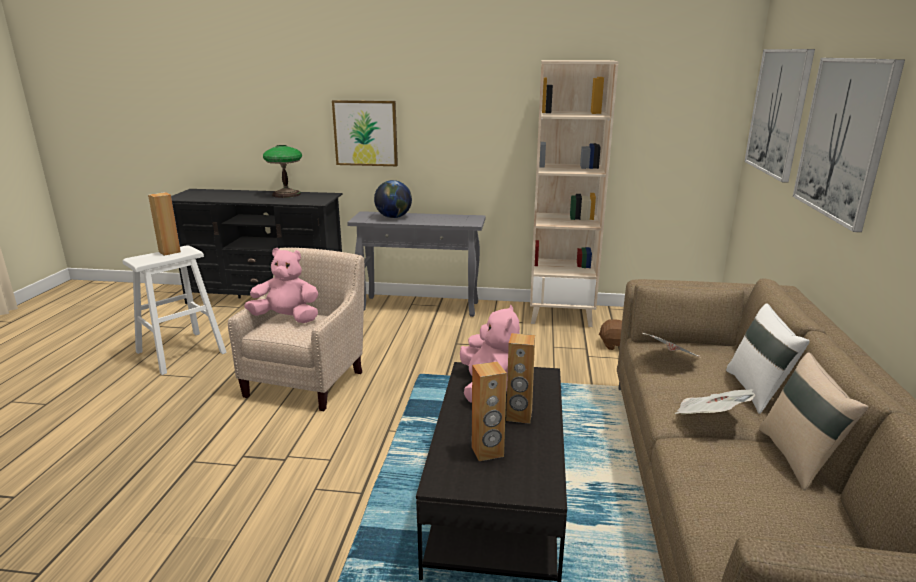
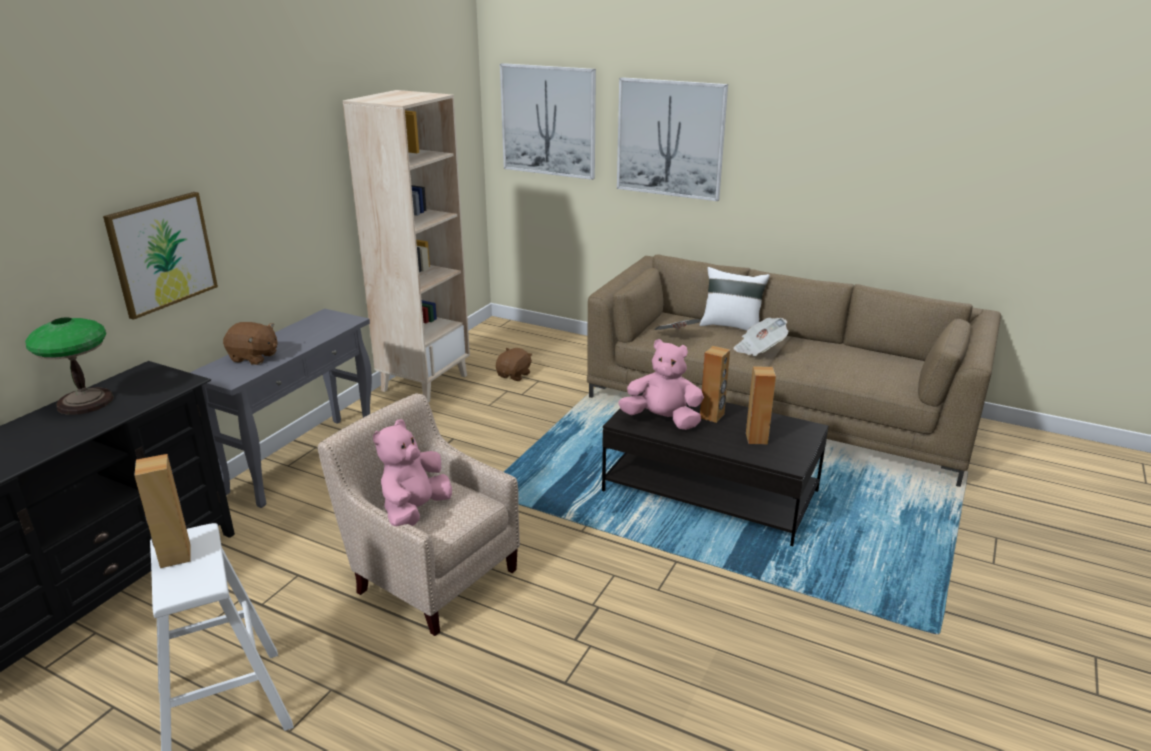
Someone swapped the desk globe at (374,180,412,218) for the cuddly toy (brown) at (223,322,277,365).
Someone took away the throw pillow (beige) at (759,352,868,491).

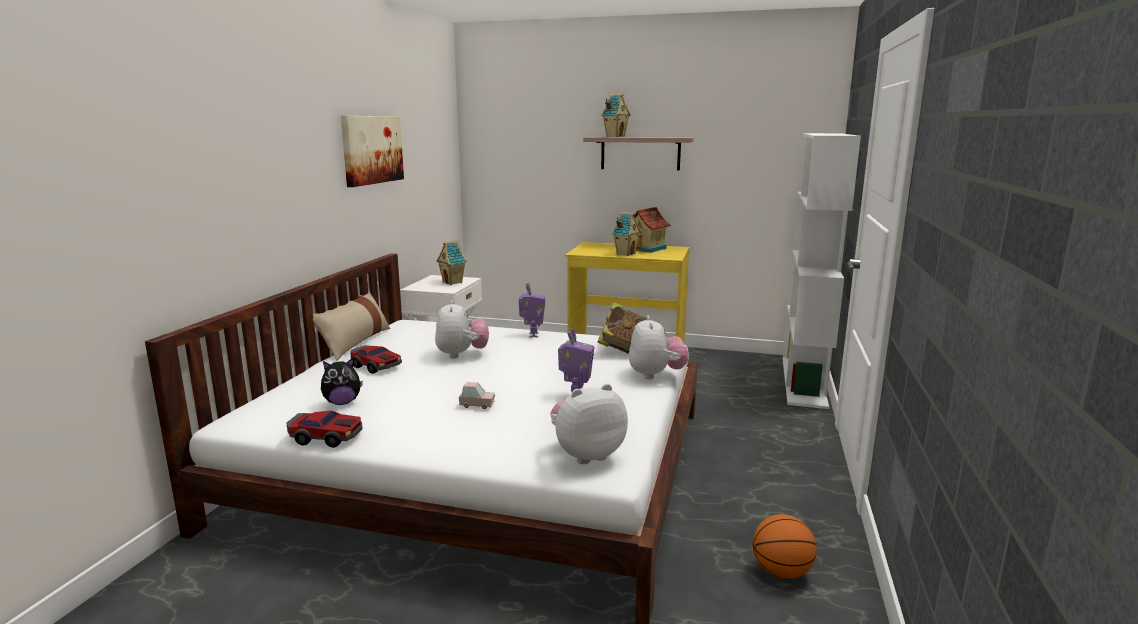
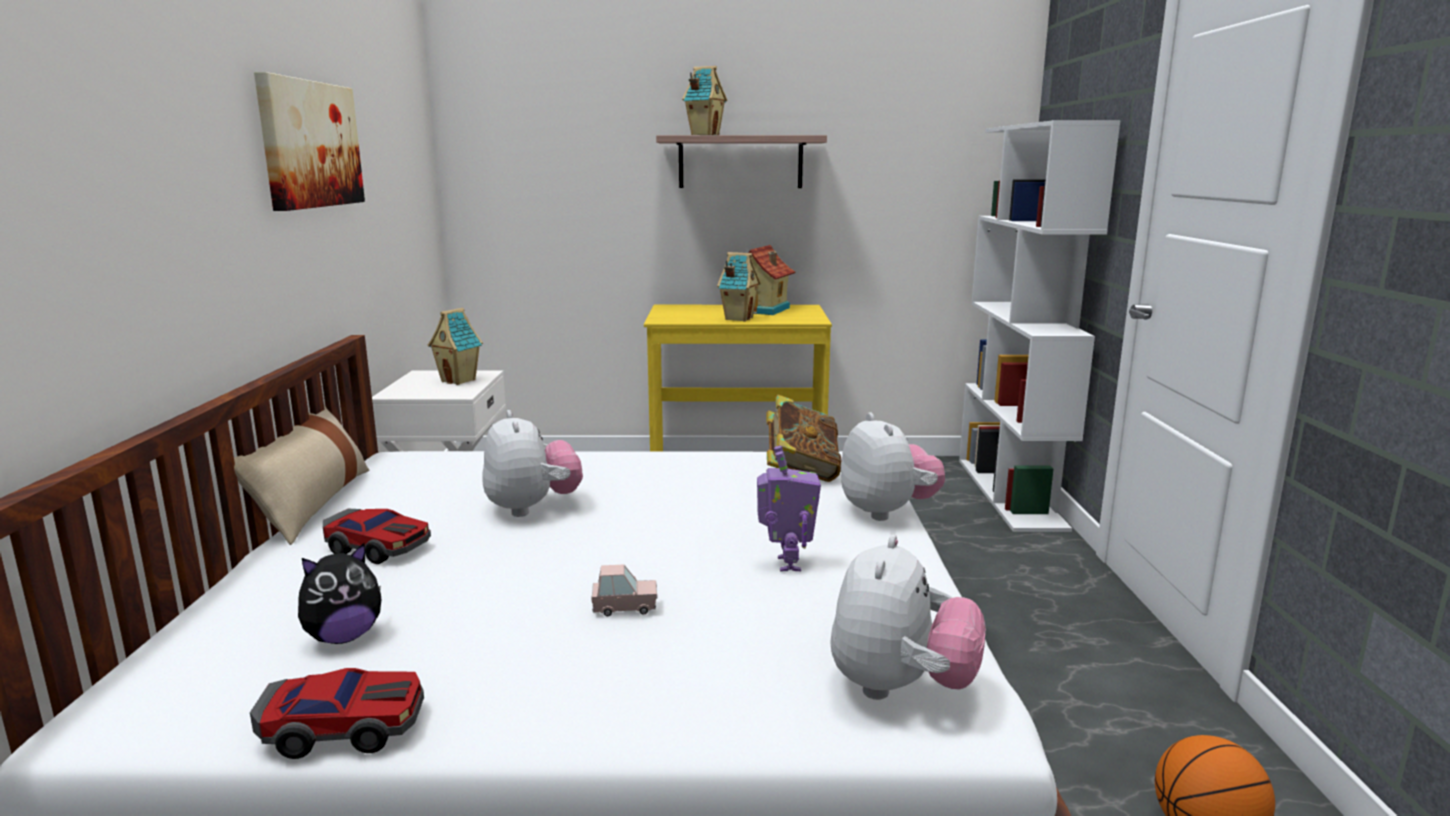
Someone took away the model robot at (519,283,545,338).
Someone rotated the cuddly toy at (550,384,628,464) by 150 degrees clockwise.

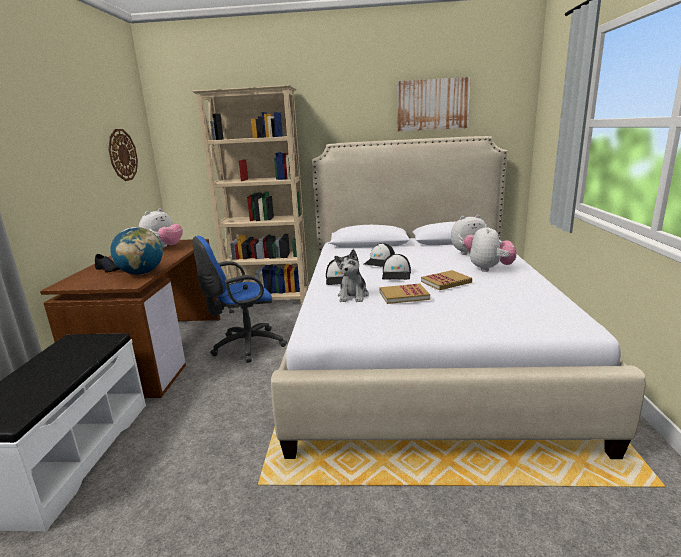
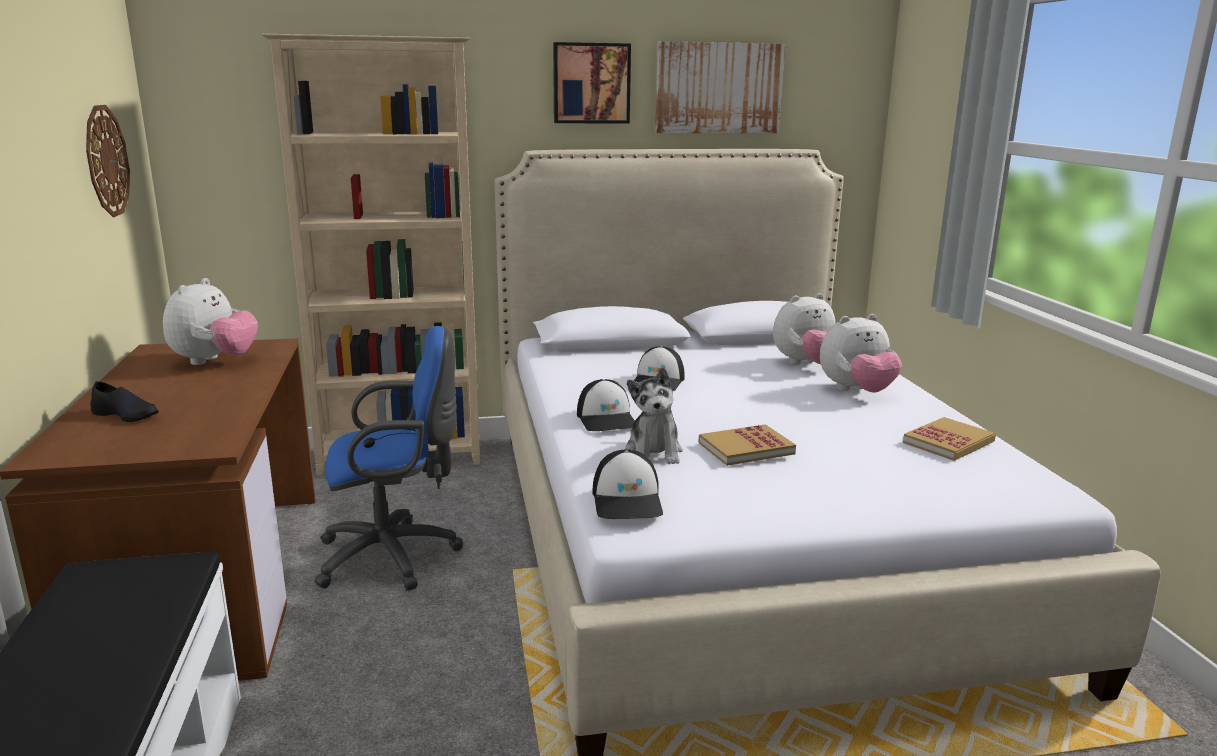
Someone rotated the cuddly toy at (470,224,516,272) by 75 degrees clockwise.
Someone took away the desk globe at (110,227,163,275).
Someone rotated the desk chair (blue-coloured) at (193,236,287,363) by 150 degrees counterclockwise.
Someone carried the cap from (382,254,411,280) to (592,450,663,519).
Someone carried the book from (421,270,472,290) to (903,417,996,461).
Someone put up the wall art at (553,42,631,123).

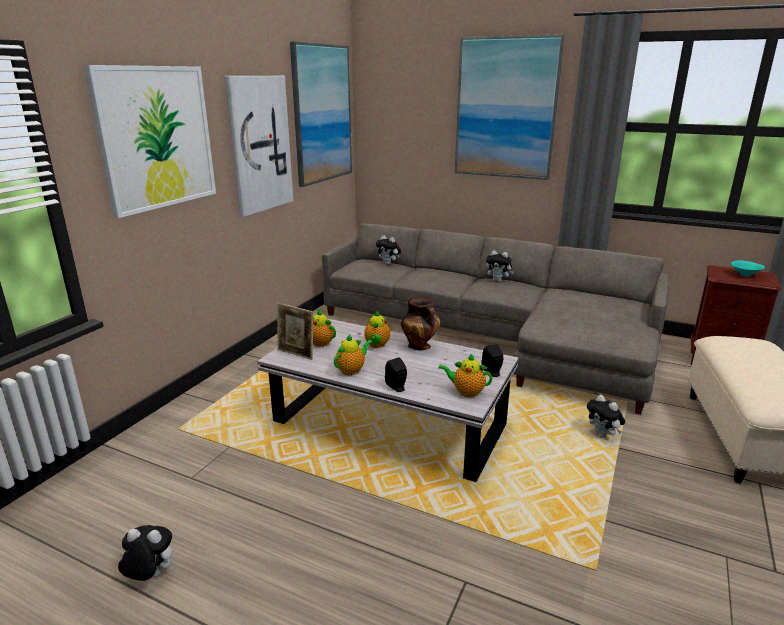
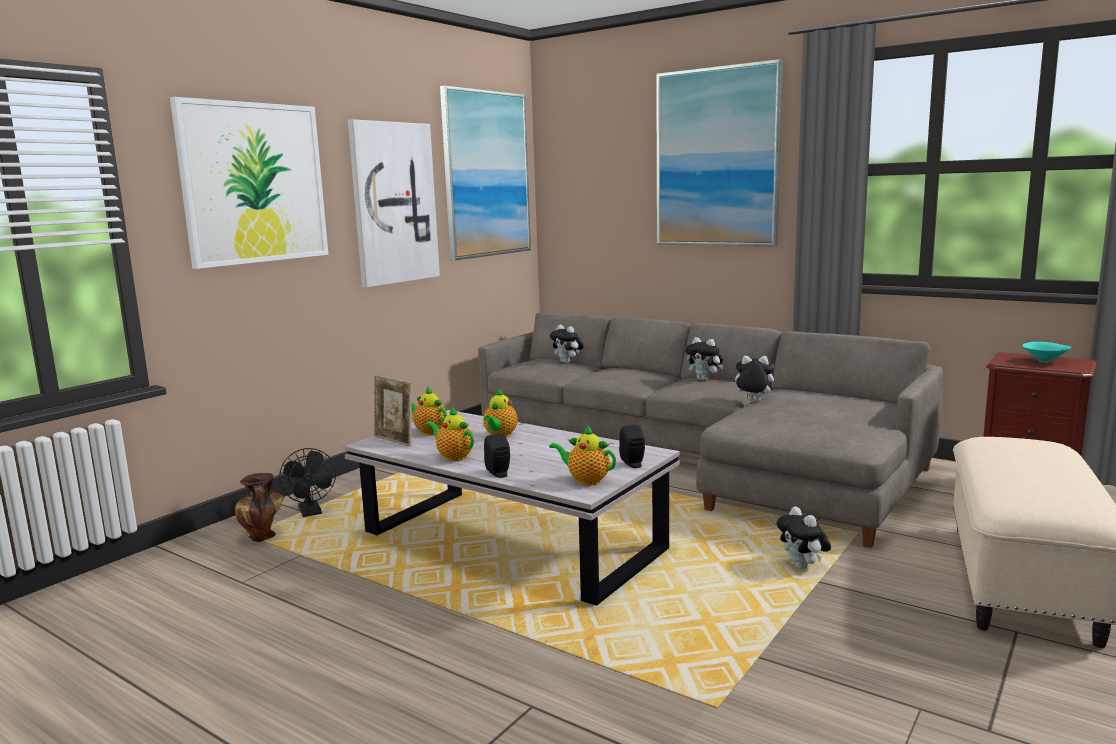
Someone carried the flower vase from (401,297,440,351) to (235,473,284,542).
Someone rotated the teapot at (334,334,373,375) by 105 degrees counterclockwise.
Someone carried the cuddly toy from (118,525,172,581) to (730,356,774,401).
Someone put down the cooling fan (black-coloured) at (279,448,336,517).

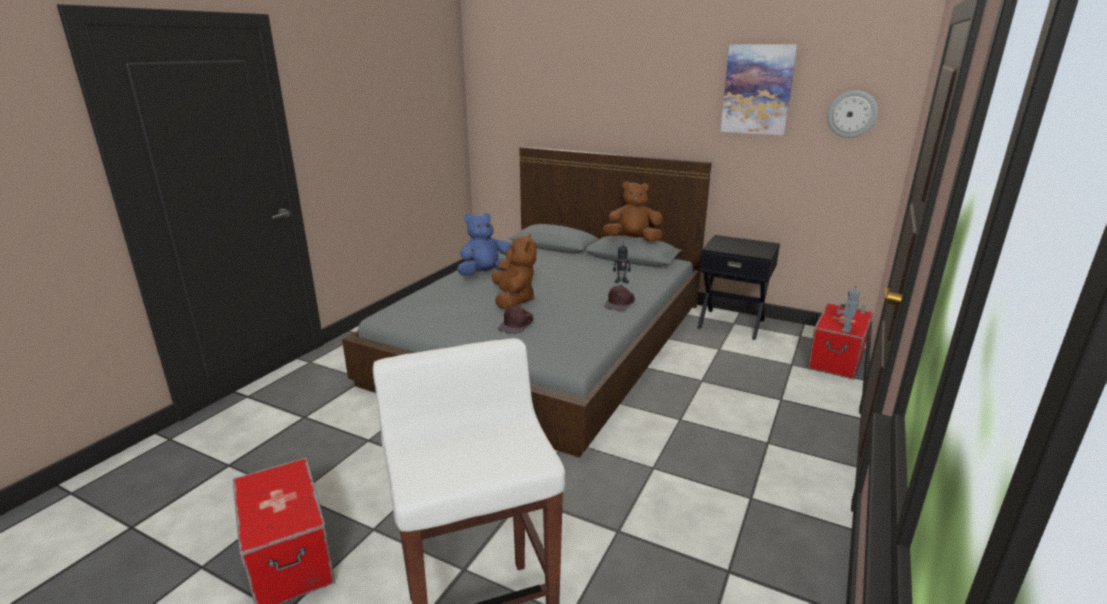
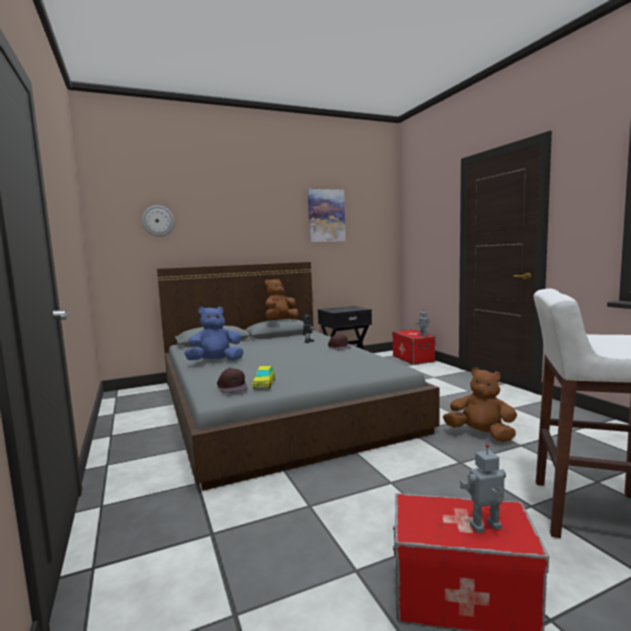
Someone carried the wall clock from (827,90,878,138) to (142,205,175,237).
Someone rotated the cuddly toy (blue-coloured) at (457,213,511,275) by 60 degrees clockwise.
Someone carried the cuddly toy (brown) from (492,233,536,309) to (443,367,517,442).
Someone carried the cap (brown) from (498,305,533,334) to (217,368,248,393).
Someone put down the toy car at (252,366,275,389).
Someone put down the model robot at (460,444,506,533).

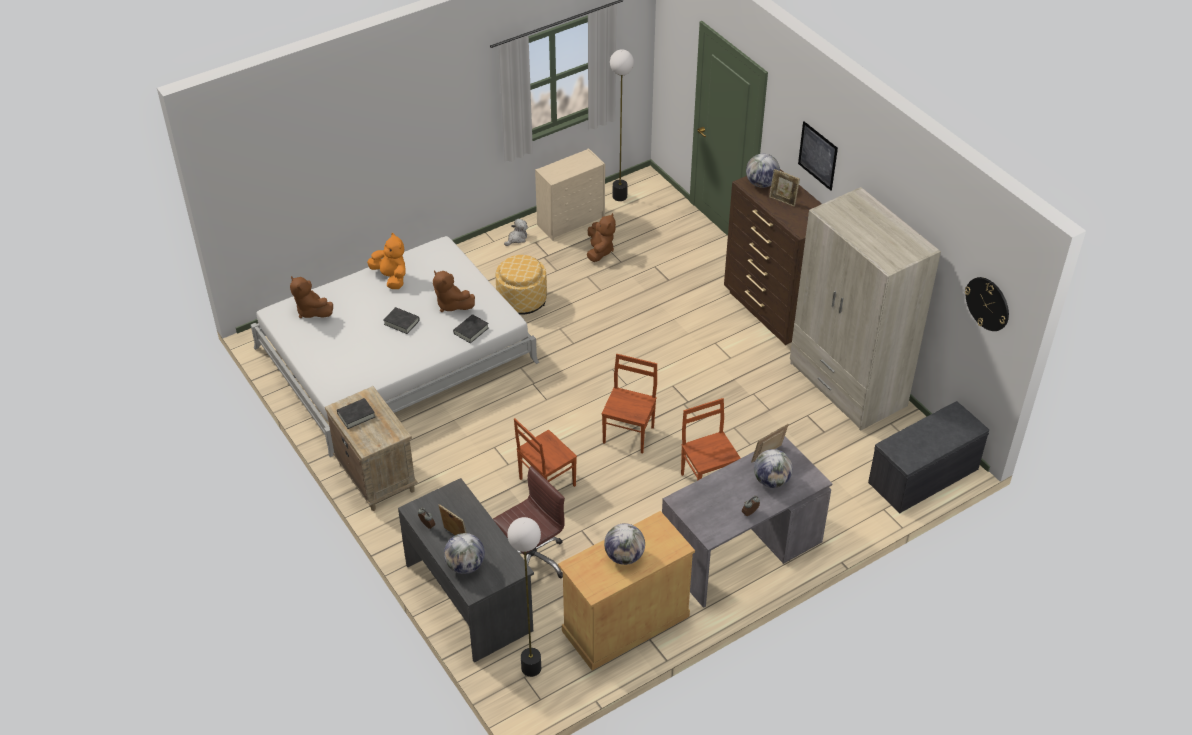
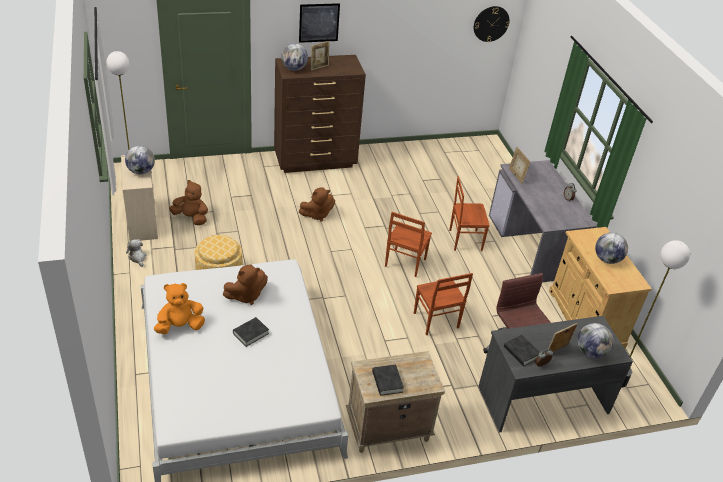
Someone took away the clothes cupboard (beige) at (790,187,941,431).
Someone carried the cuddly toy (brown) from (290,276,333,318) to (299,188,335,222).
Someone carried the book (black-coloured) from (453,314,489,343) to (504,335,540,366).
Someone rotated the plain chair (brown) at (602,354,657,453) by 105 degrees counterclockwise.
Someone took away the indoor bench (gray) at (868,401,989,513).
Someone carried the desk globe from (754,449,793,488) to (125,146,155,174).

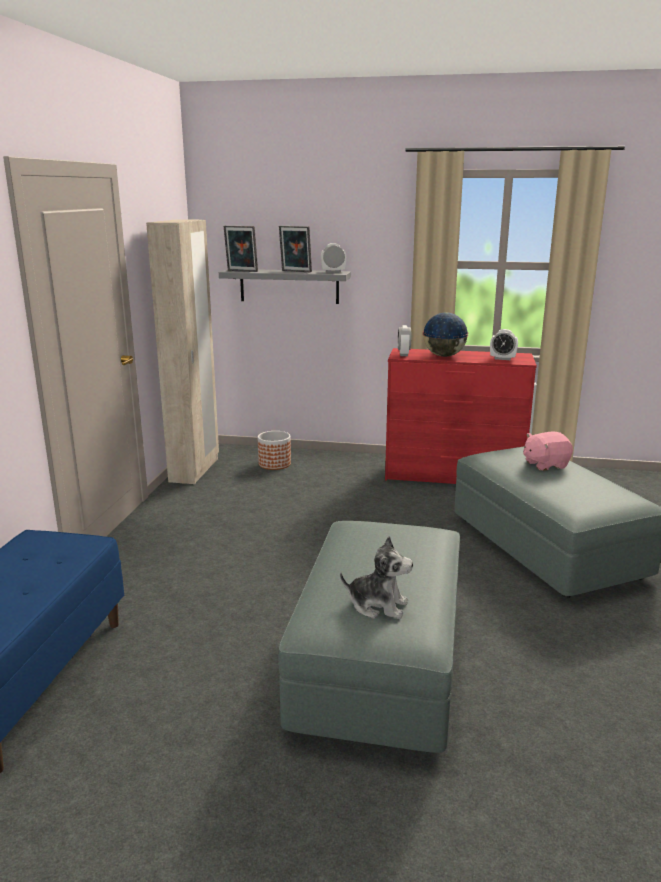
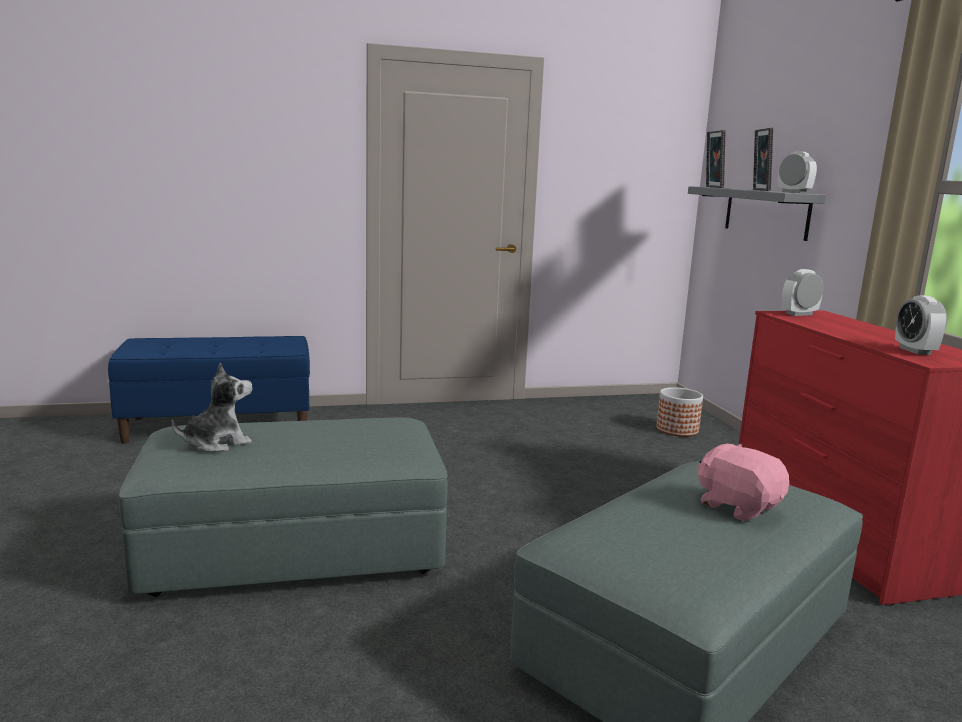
Someone took away the clothes cupboard (beige) at (146,219,219,484).
Someone took away the desk globe at (423,312,469,357).
Someone rotated the cuddly toy at (340,536,413,619) by 120 degrees counterclockwise.

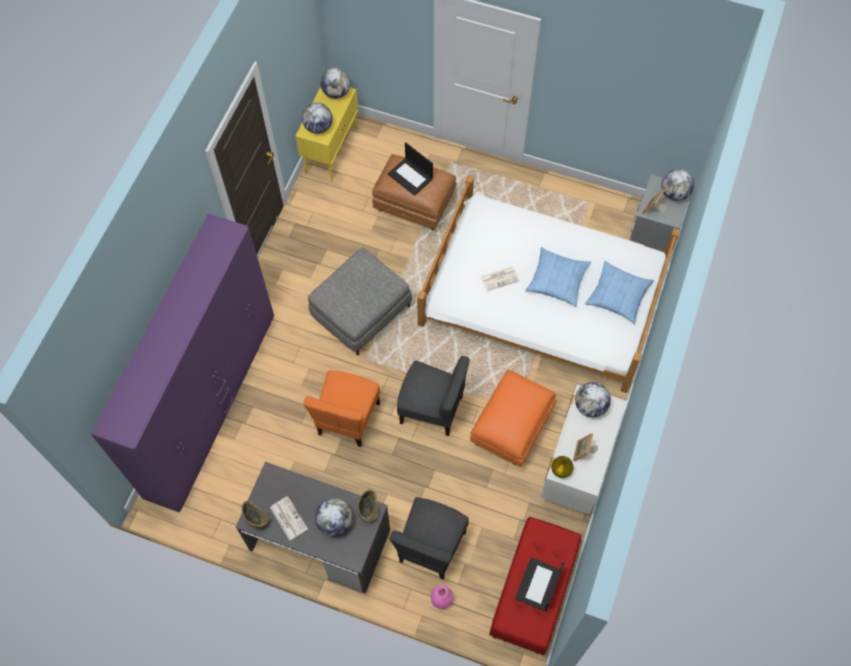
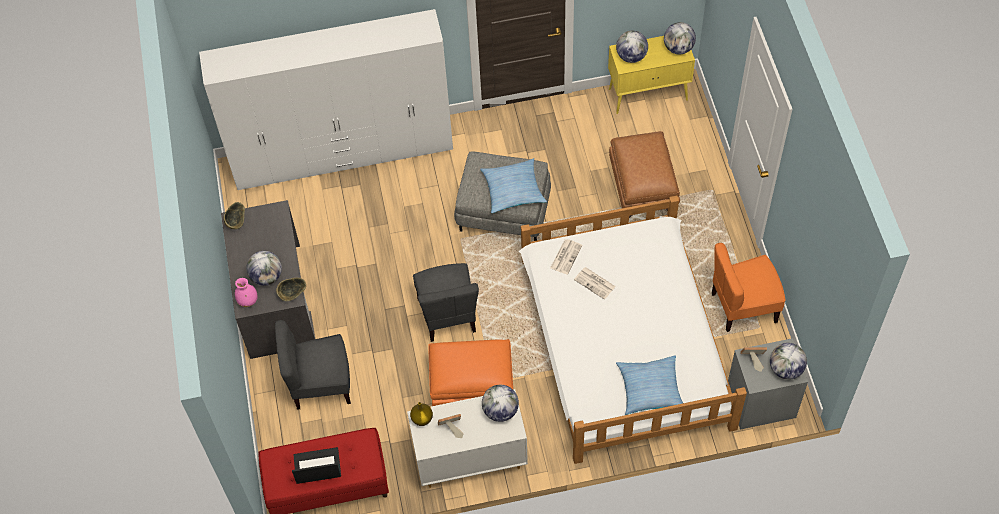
Someone took away the portable computer at (388,143,433,196).
Someone repainted the clothes cupboard (purplish) at (91,213,274,512), which became the clothes cupboard (white-coloured) at (199,9,453,190).
Someone carried the throw pillow from (525,247,591,307) to (480,158,547,213).
Someone carried the plain chair (orangey) from (303,370,380,447) to (712,243,785,332).
Someone carried the printed paper from (270,496,308,540) to (550,239,583,275).
Someone carried the flower vase (pink) from (431,585,453,609) to (235,278,258,307).

